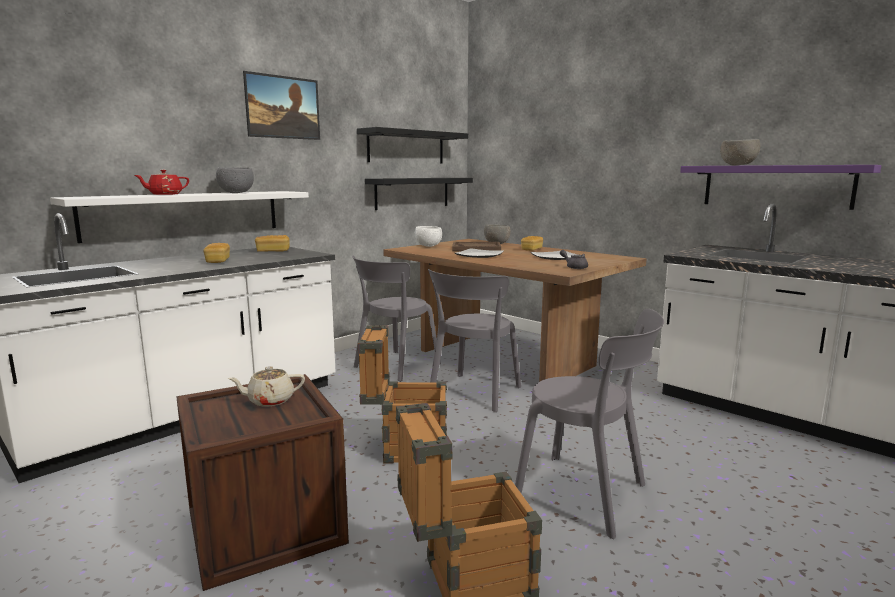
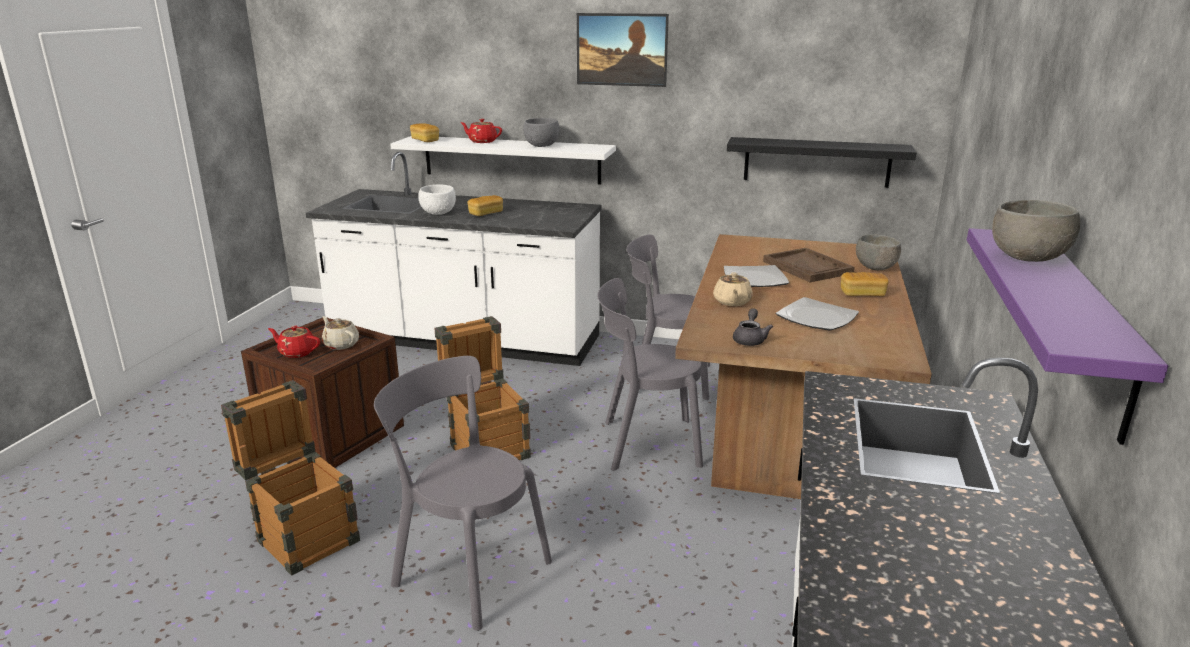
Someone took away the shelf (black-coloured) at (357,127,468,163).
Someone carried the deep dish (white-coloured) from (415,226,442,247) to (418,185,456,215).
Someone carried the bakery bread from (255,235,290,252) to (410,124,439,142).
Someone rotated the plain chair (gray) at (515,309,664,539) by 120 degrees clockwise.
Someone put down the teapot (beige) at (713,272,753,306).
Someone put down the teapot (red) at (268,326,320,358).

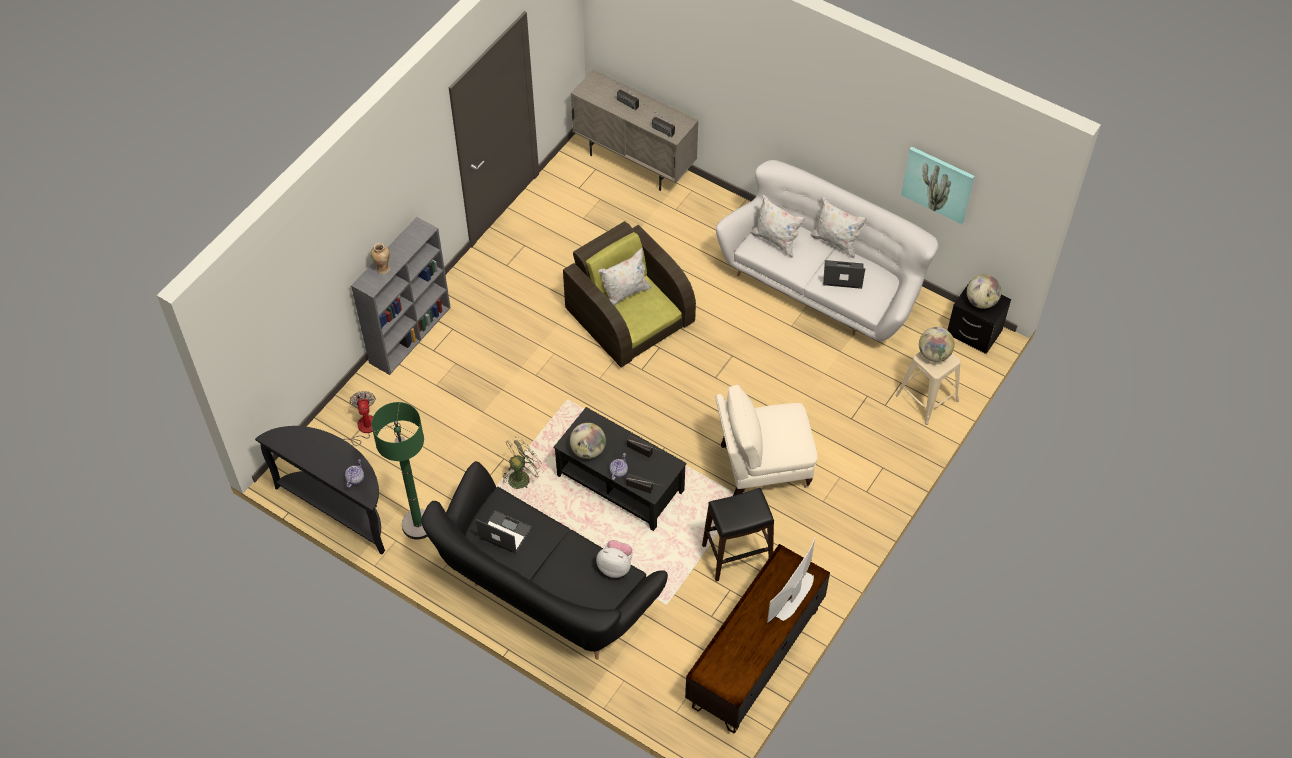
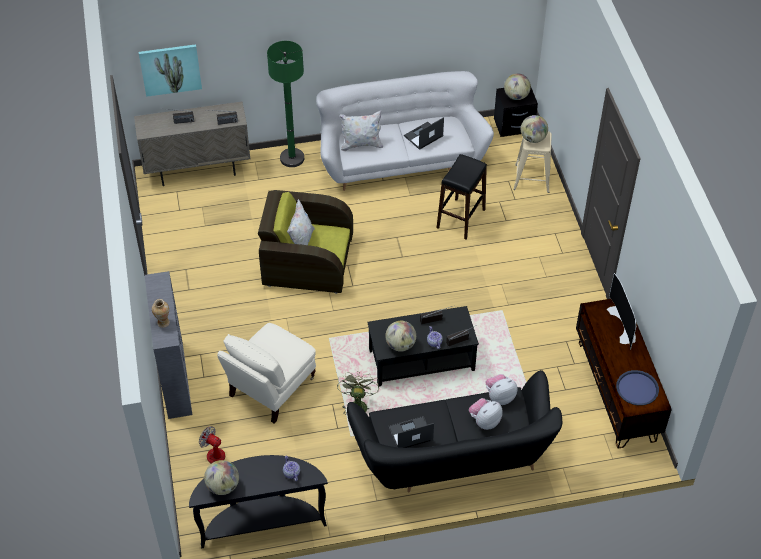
Someone carried the wall art from (901,146,975,224) to (139,44,202,97).
Someone took away the throw pillow (white-coloured) at (810,197,867,259).
Someone carried the lounge chair (beige) from (715,385,817,496) to (217,323,316,424).
Someone carried the floor lamp (greenish) from (371,402,428,540) to (267,41,304,167).
Someone carried the stool (black-coloured) from (702,488,774,582) to (437,154,487,239).
Someone put down the serving tray (blue-coloured) at (616,370,659,406).
Someone put down the cuddly toy at (469,398,503,430).
Someone put down the desk globe at (204,460,239,495).

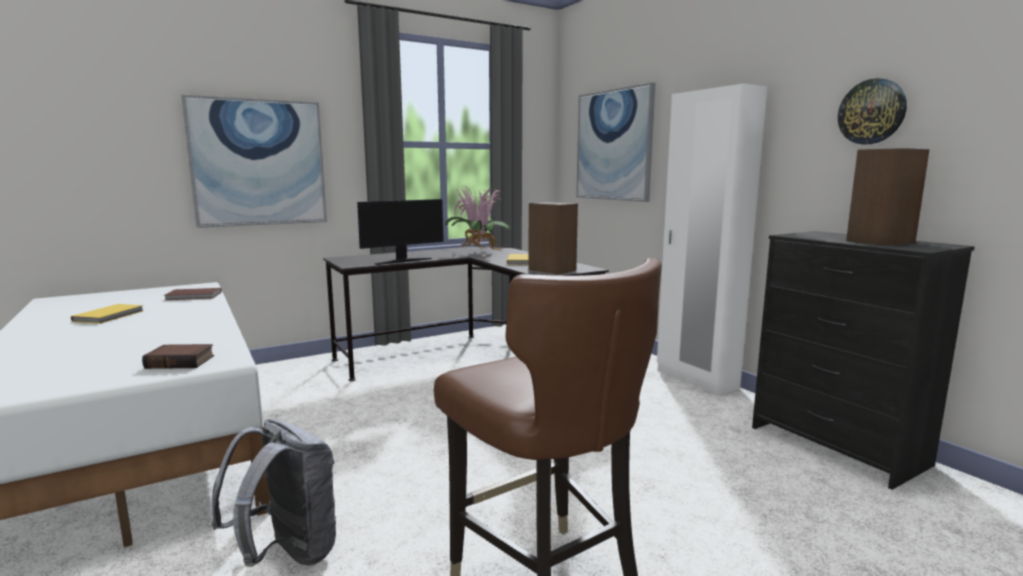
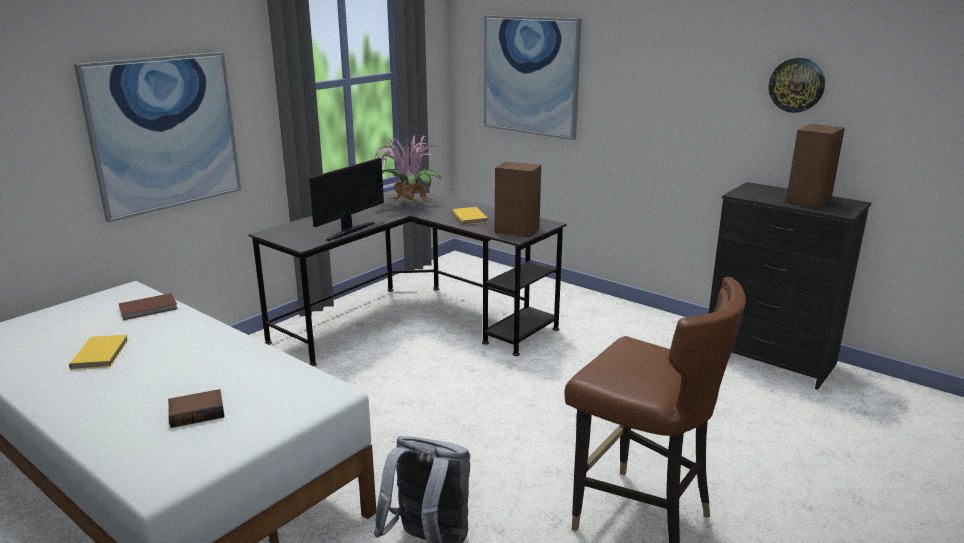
Someone took away the clothes cupboard (white-coloured) at (657,83,767,396).
Someone carried the book from (142,344,214,369) to (168,389,224,428).

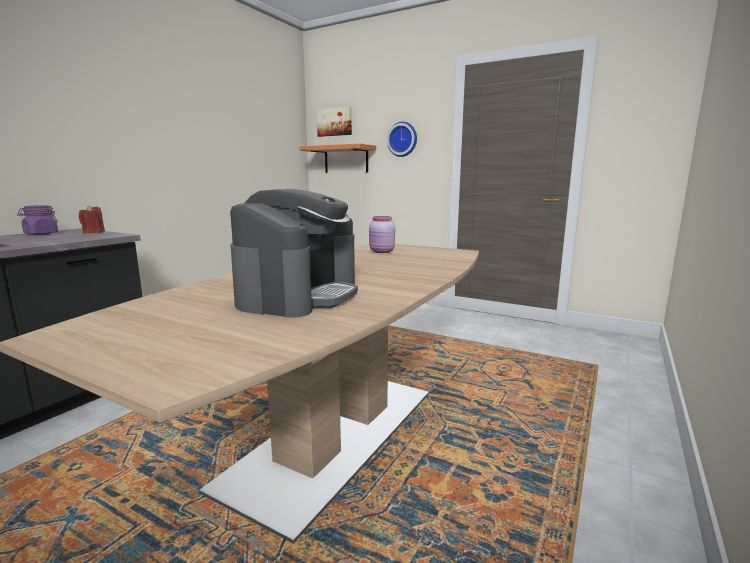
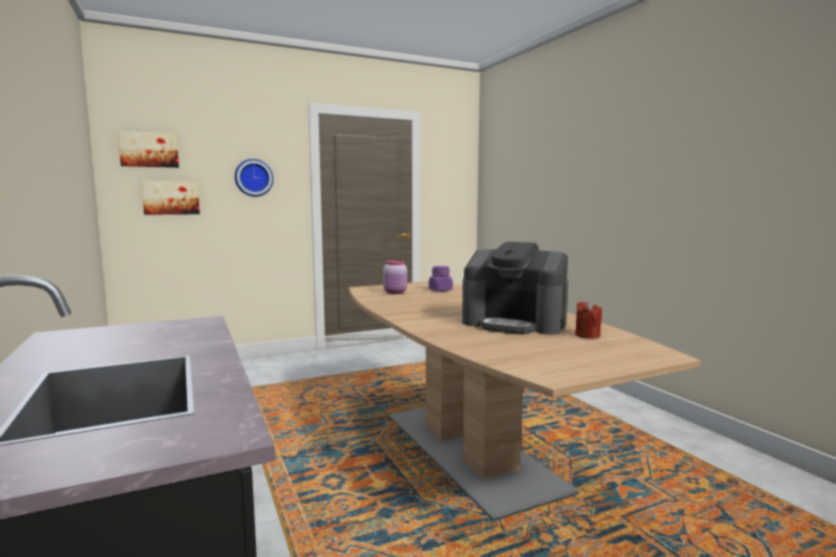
Someone swapped the shelf (orangey) at (299,143,376,173) for the wall art at (141,181,200,215).
Someone rotated the coffee machine at (230,189,358,318) by 150 degrees clockwise.
Someone carried the storage jar (purplish) from (17,205,58,235) to (429,266,453,291).
Someone carried the wax light (red) from (79,205,105,233) to (575,301,602,339).

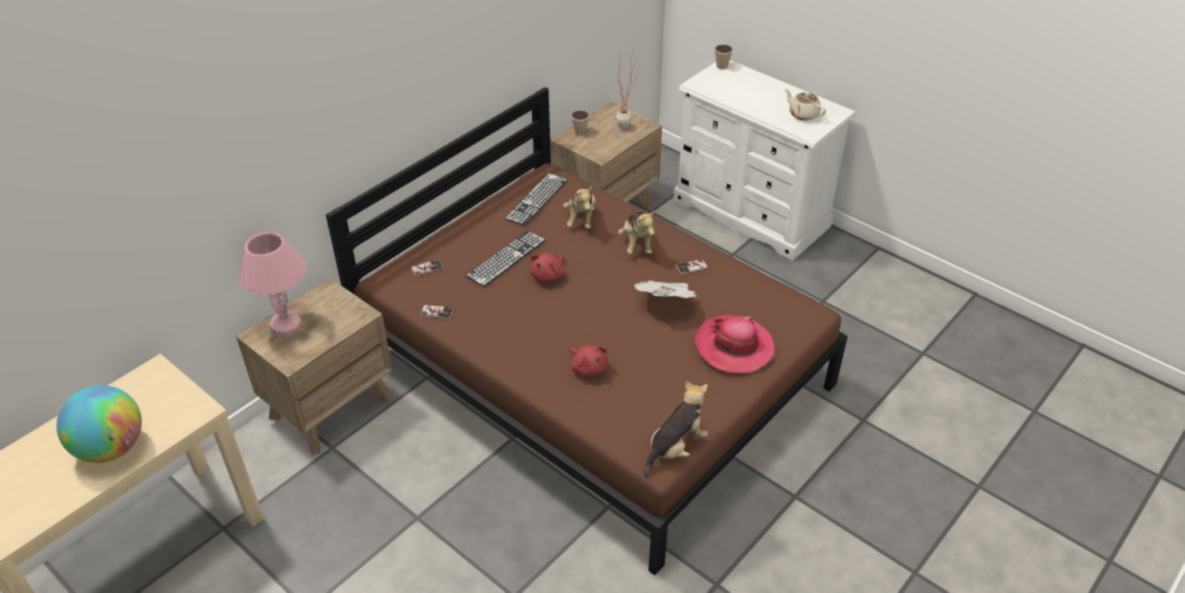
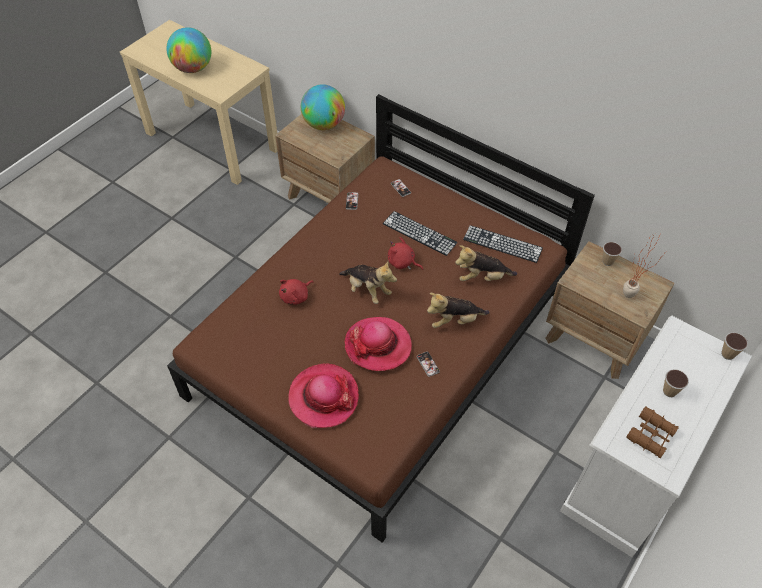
Someone swapped the teapot (beige) at (785,88,826,121) for the pair of binoculars (brown) at (626,406,679,458).
Someone swapped the table lamp (pink) at (238,231,306,335) for the desk globe at (301,84,345,130).
Someone swapped the printed paper at (634,280,697,298) for the hat at (345,317,412,371).
Someone carried the cuddly toy from (644,381,708,478) to (339,262,397,304).
Someone put down the small cup at (663,369,689,397).

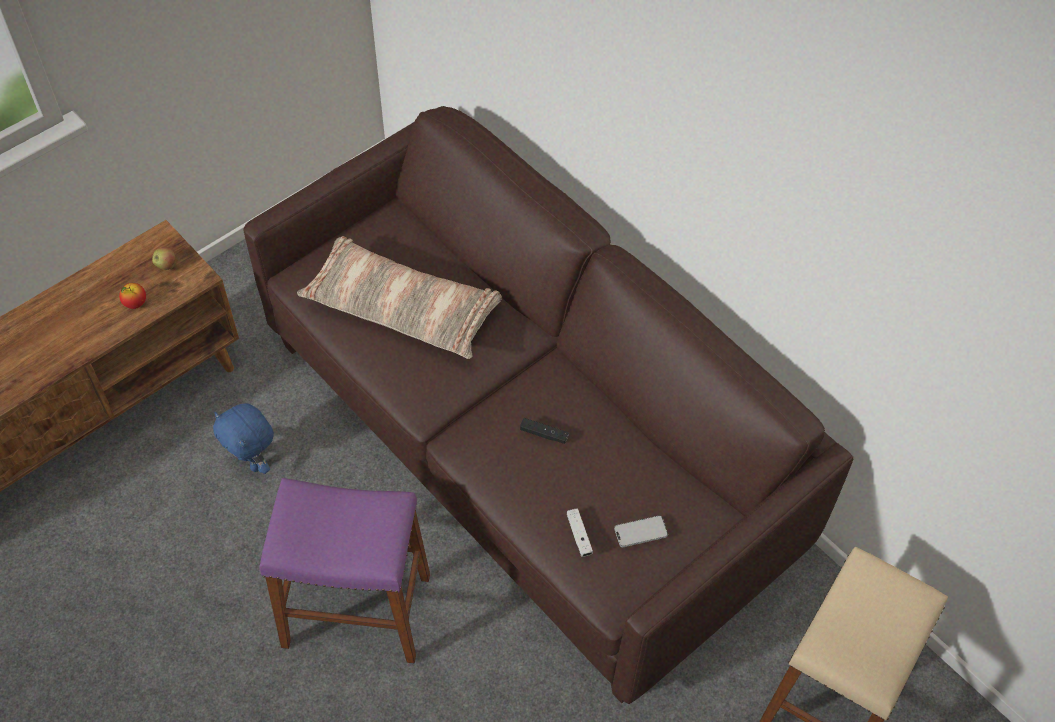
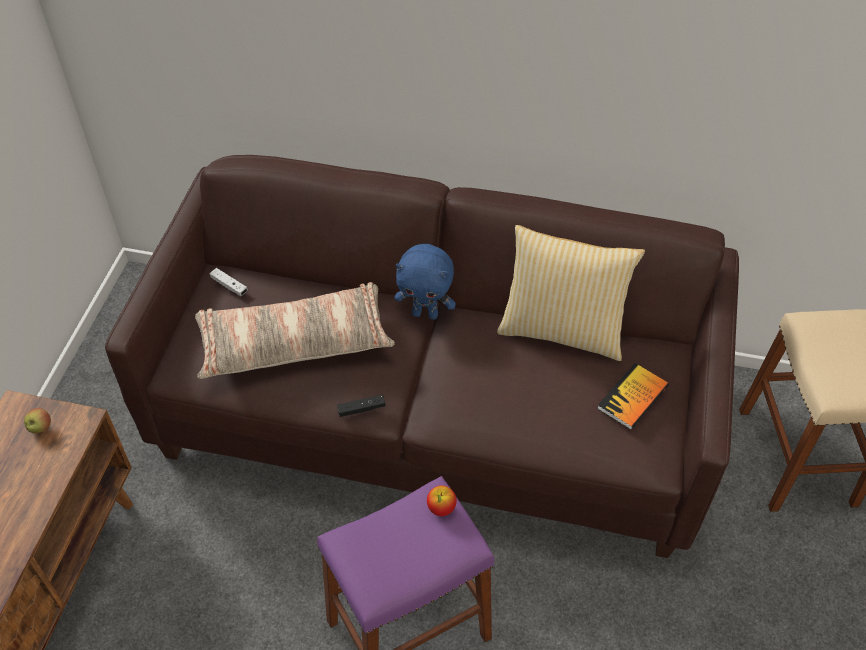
Someone carried the apple fruit from (119,283,146,309) to (427,485,457,516).
Someone carried the cuddly toy (blue-coloured) from (213,403,274,474) to (395,244,456,319).
Someone carried the joypad (black-coloured) from (520,418,569,444) to (337,395,385,417).
Someone carried the joypad (white-coloured) from (567,508,593,557) to (210,268,248,296).
Someone swapped the phone at (614,515,668,547) for the book at (597,363,669,430).
Someone put down the throw pillow at (497,225,645,361).

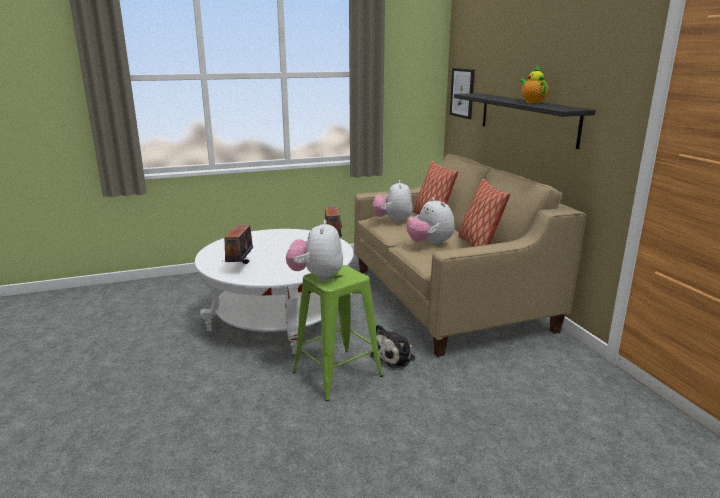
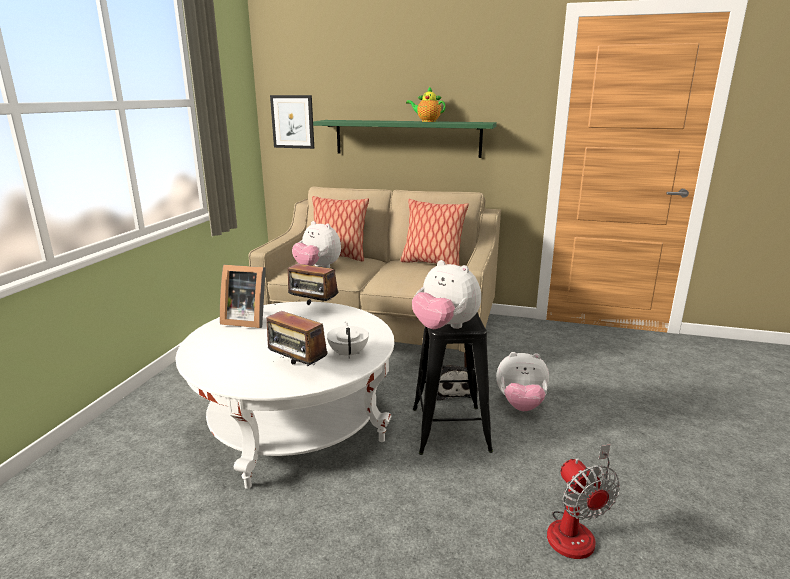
Someone repainted the shelf (black-coloured) at (454,93,595,149), which became the shelf (greenish) at (313,120,497,158).
Someone carried the cuddly toy from (406,197,455,246) to (496,352,549,411).
Someone repainted the stool (greenish) at (292,265,384,401), which became the stool (black-coloured) at (413,312,493,455).
Someone put down the photo frame at (220,265,266,328).
Someone put down the teapot (white-coloured) at (327,321,369,359).
Someone put down the cooling fan at (547,444,620,559).

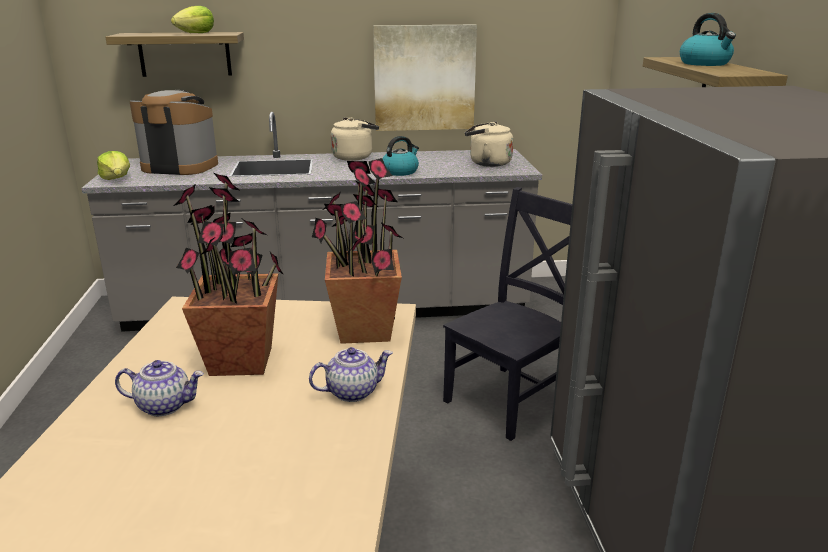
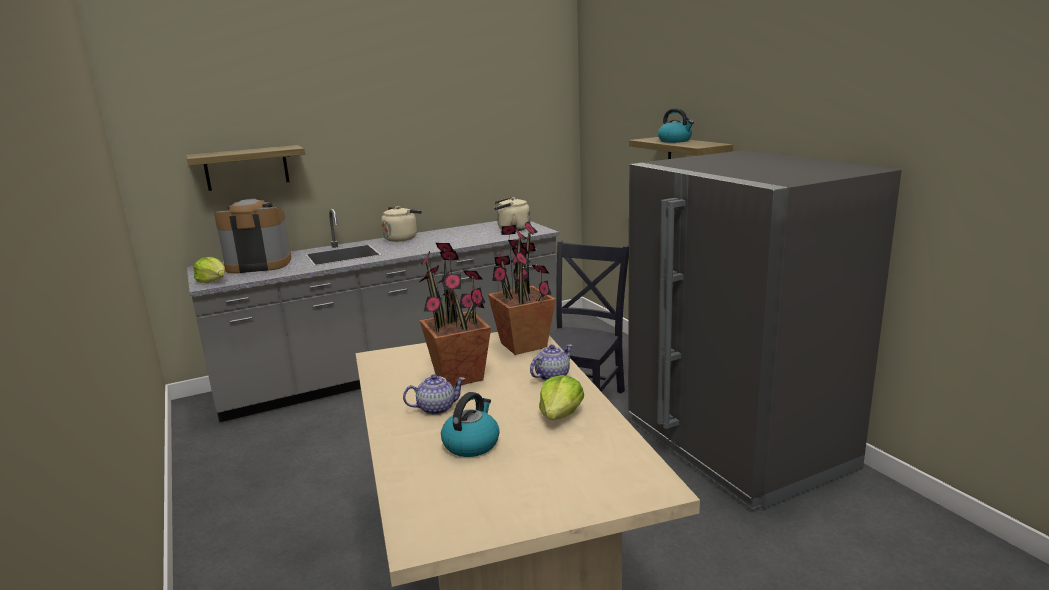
Someone carried the lettuce head from (171,6,214,33) to (539,375,584,420).
Someone took away the wall art at (373,25,477,131).
Someone carried the kettle from (382,136,419,176) to (441,392,500,457).

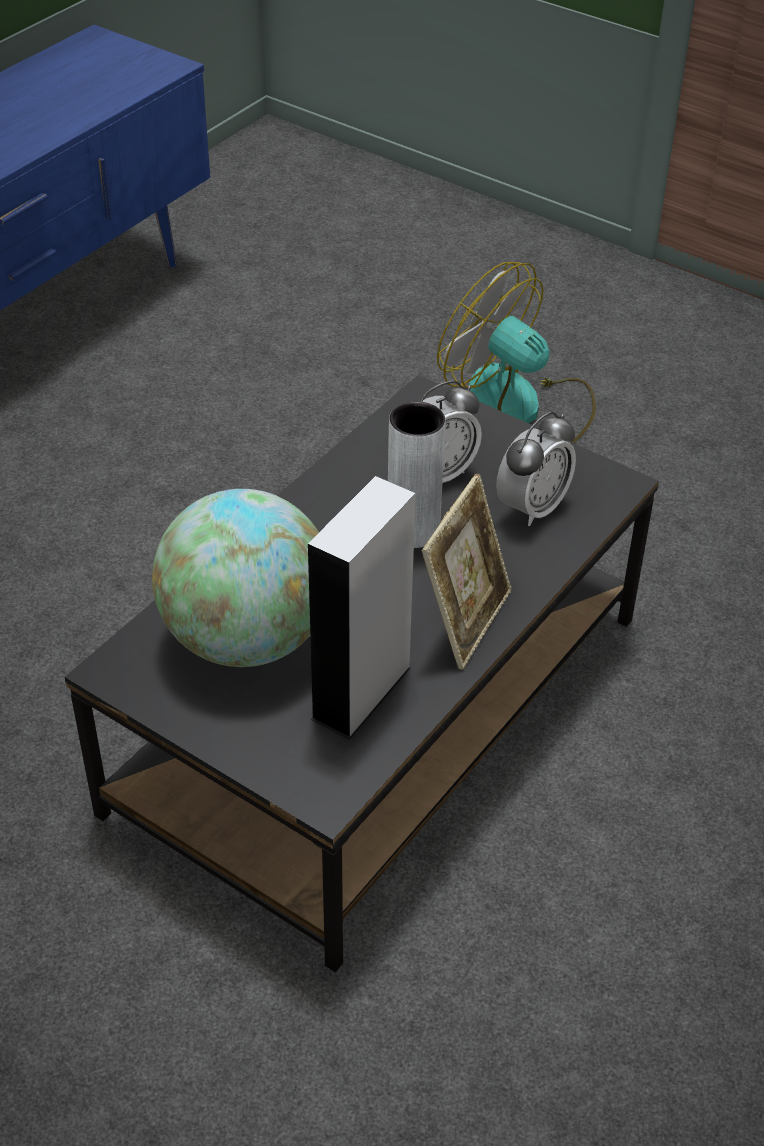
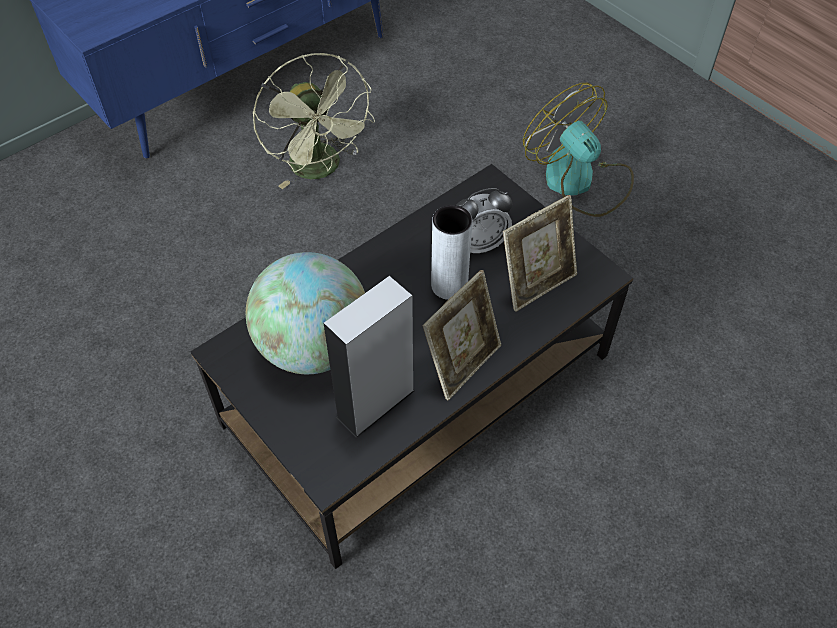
Someone swapped the table clock at (496,411,576,526) for the photo frame at (503,195,577,312).
Someone put down the cooling fan (greenish) at (253,53,375,189).

